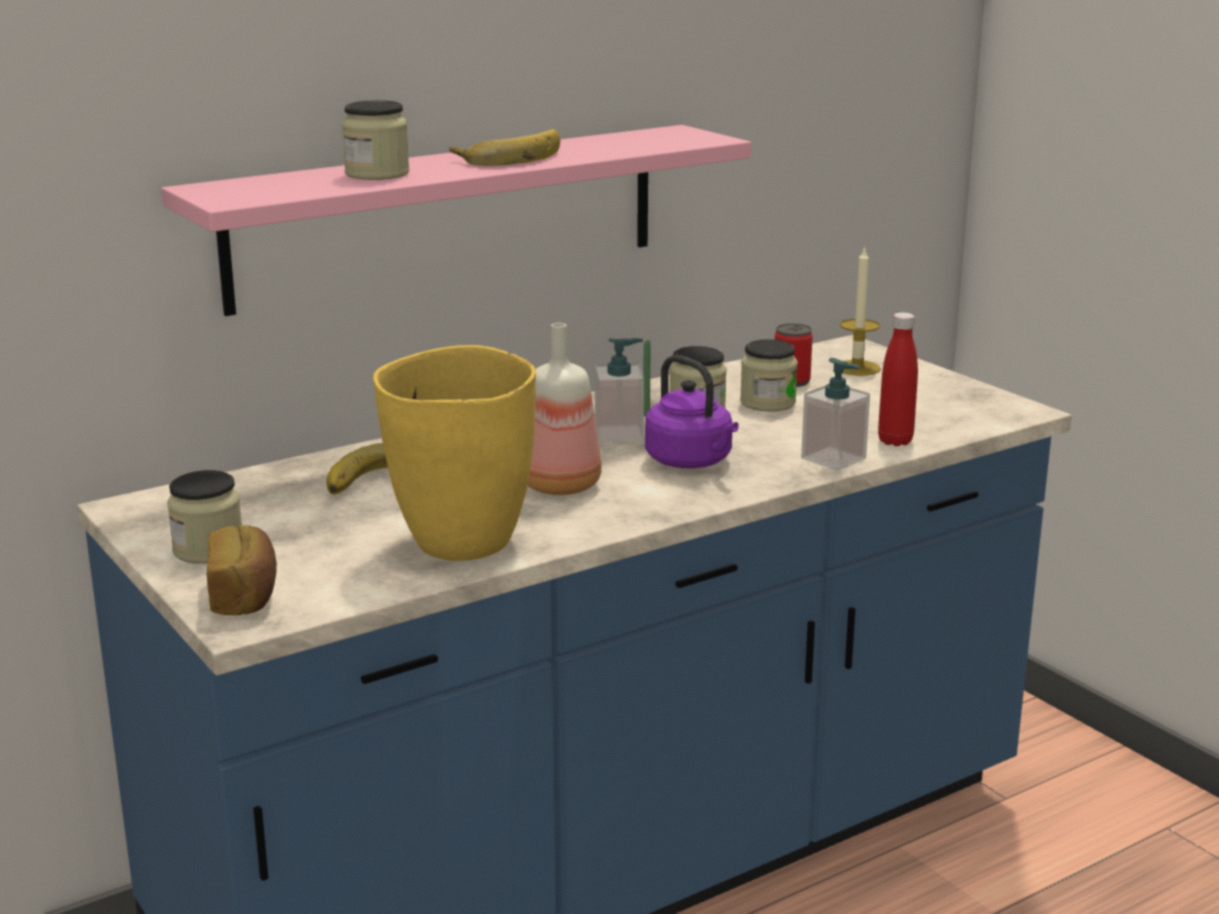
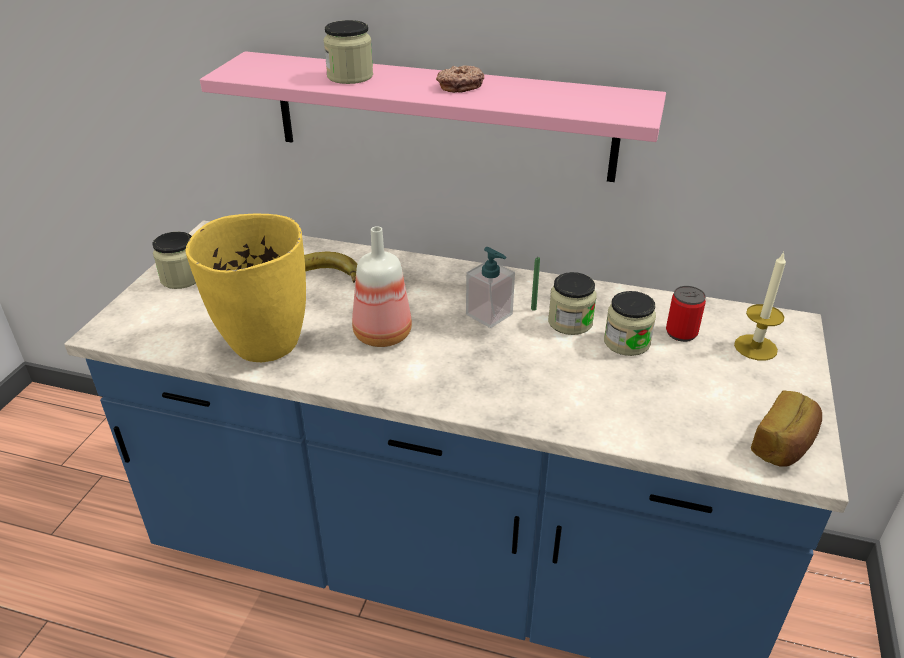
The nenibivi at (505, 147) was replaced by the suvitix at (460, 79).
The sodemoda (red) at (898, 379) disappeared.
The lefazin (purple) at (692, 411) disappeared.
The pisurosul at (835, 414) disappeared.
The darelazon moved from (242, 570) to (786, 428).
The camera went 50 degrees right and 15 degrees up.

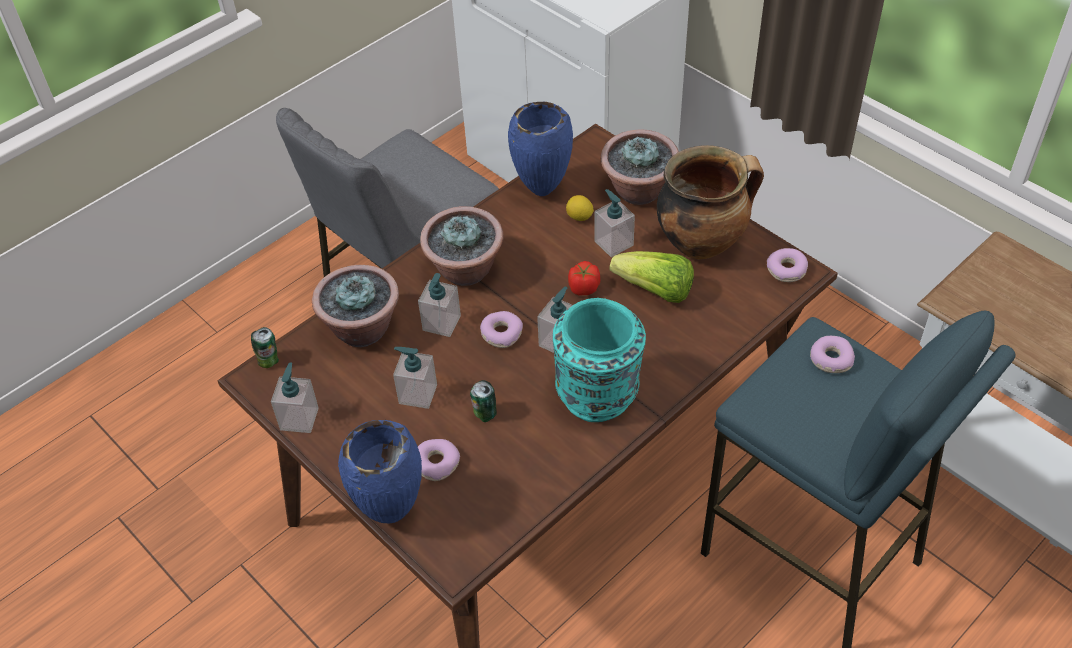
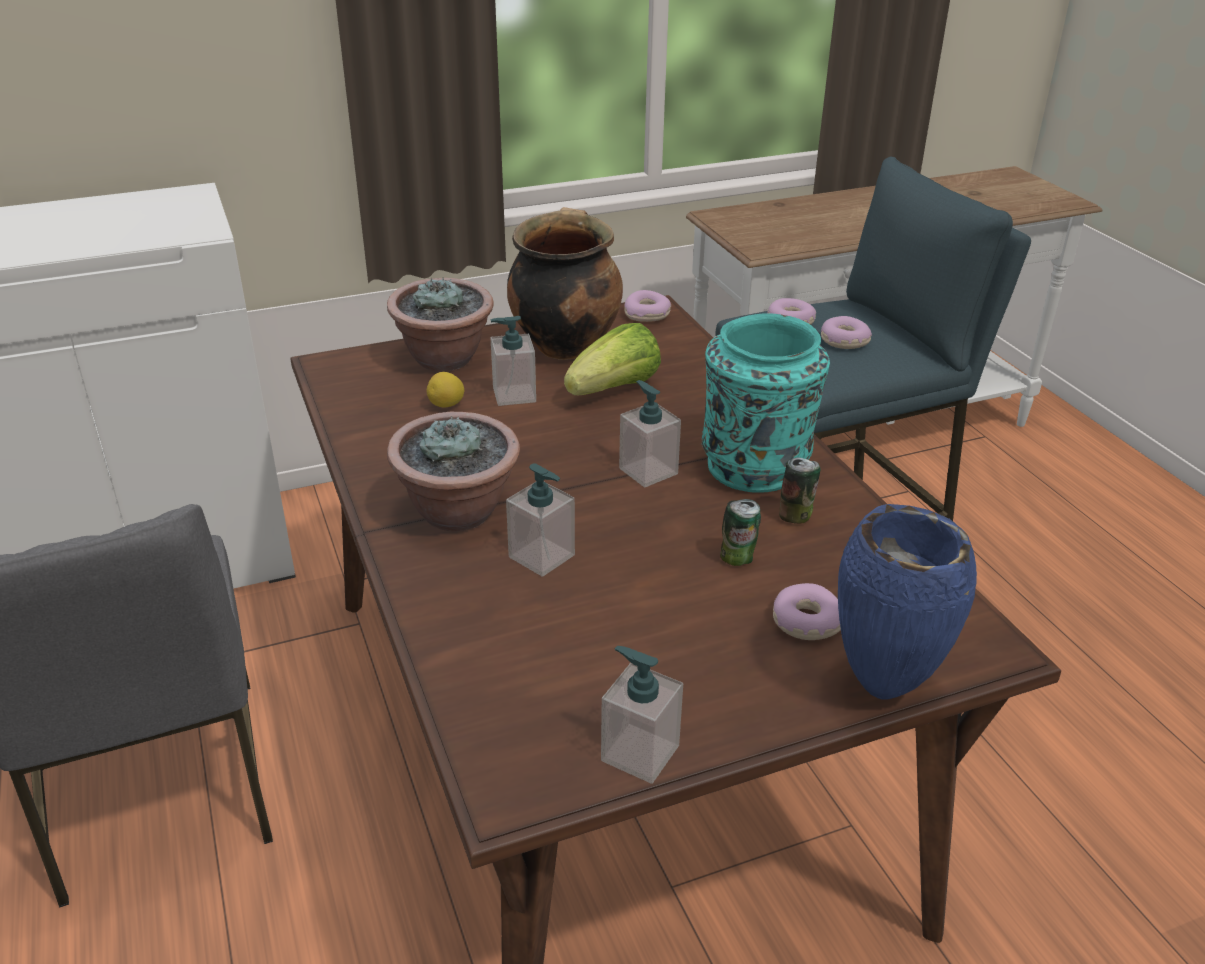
The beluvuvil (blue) at (540, 149) disappeared.
The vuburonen at (584, 278) disappeared.
The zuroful at (355, 306) disappeared.
The suvitix moved from (501, 329) to (846, 332).
The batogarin moved from (265, 347) to (799, 490).
The pisurosul at (415, 378) disappeared.
The camera went 70 degrees left and 15 degrees down.

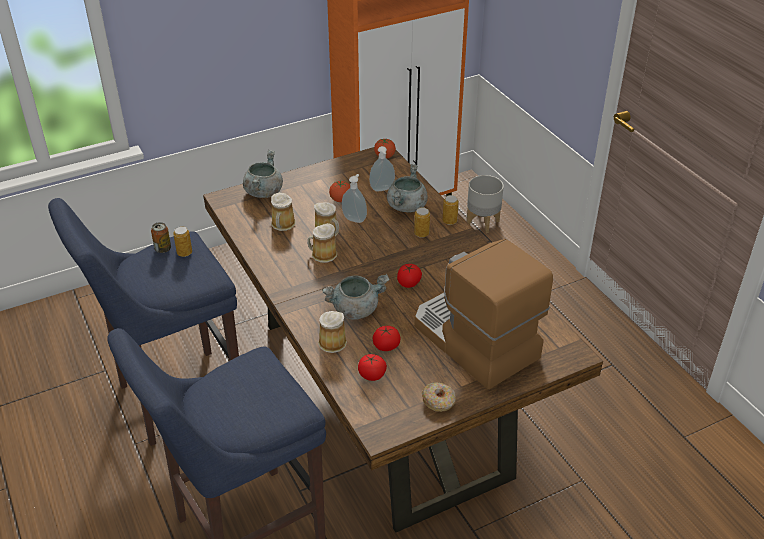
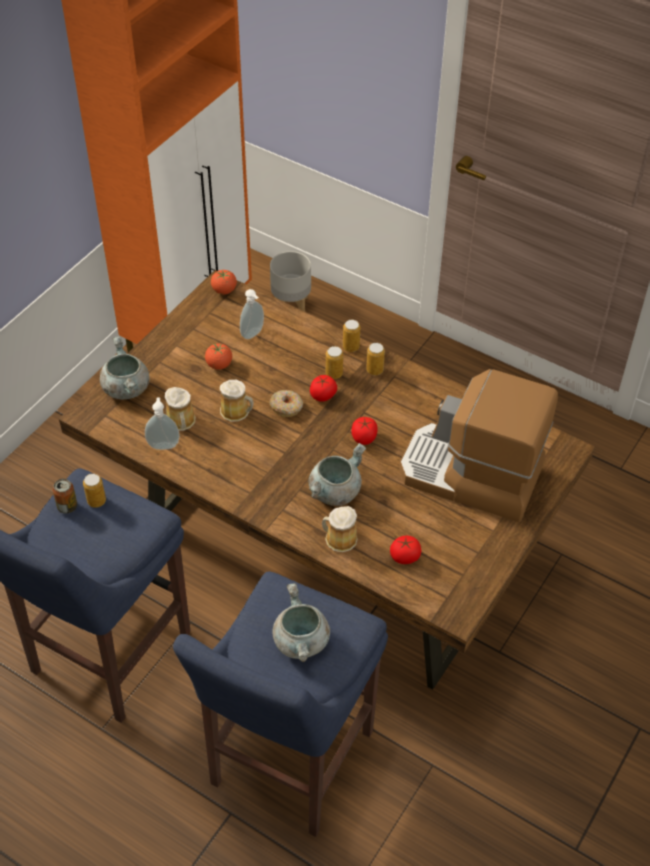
The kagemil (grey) moved from (407, 188) to (301, 622).
The pisurosul moved from (354, 198) to (162, 423).
The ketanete at (322, 243) disappeared.
The vuburonen moved from (386, 338) to (323, 388).
The suvitix moved from (439, 397) to (286, 403).
The batogarin at (375, 359) appeared.
The camera went 30 degrees left and 10 degrees up.

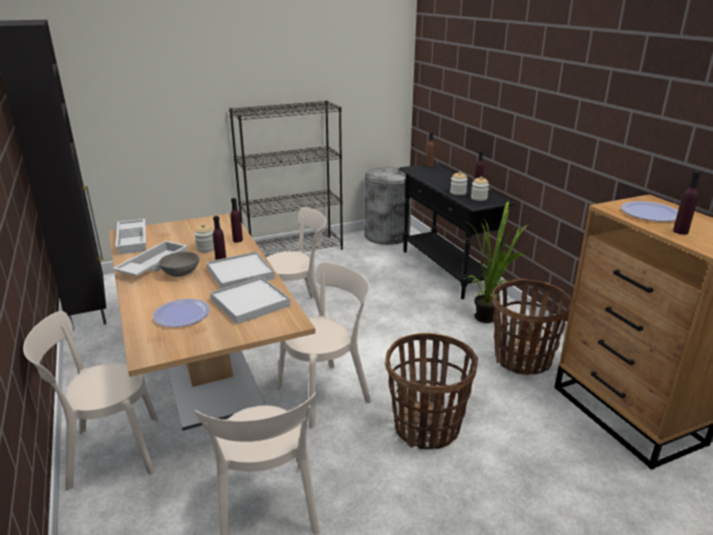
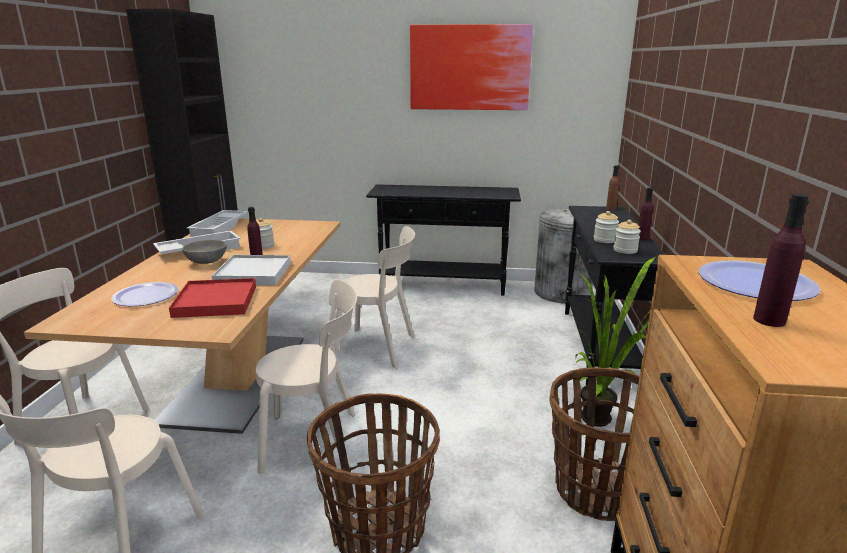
The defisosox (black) at (286, 178) was replaced by the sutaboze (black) at (443, 240).
The sodemoda (purple) at (236, 220) disappeared.
The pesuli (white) at (250, 300) became the pesuli (red) at (212, 298).
The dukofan at (471, 67) appeared.
The camera went 30 degrees right and 5 degrees down.

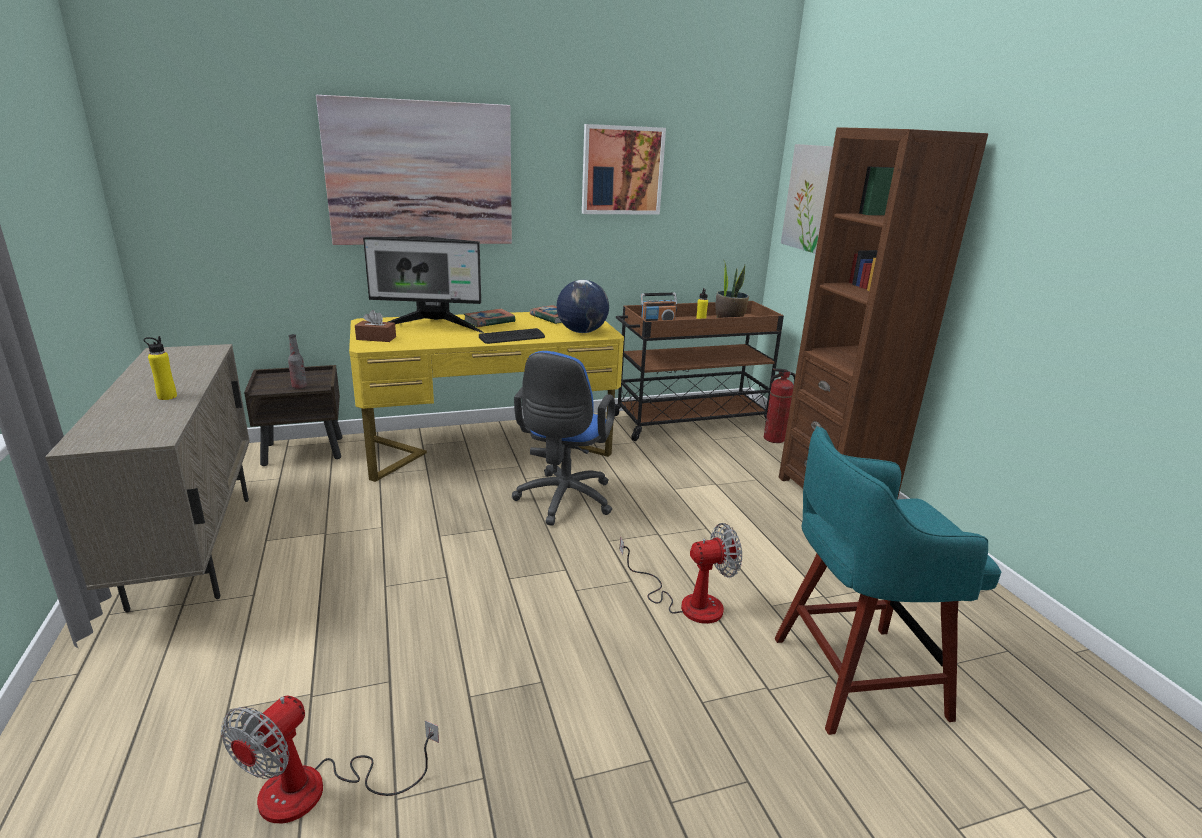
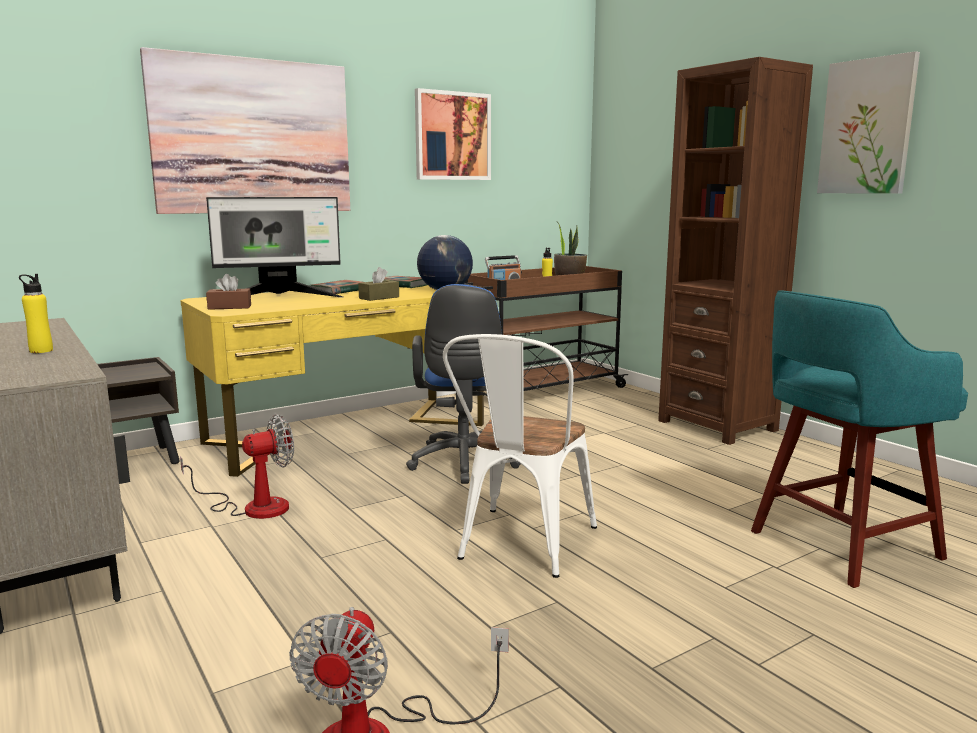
The dukofan moved from (807, 199) to (868, 122).
The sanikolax at (512, 336) was replaced by the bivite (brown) at (378, 284).
The sodemoda at (297, 361) disappeared.
The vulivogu at (779, 405) disappeared.
The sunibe moved from (681, 573) to (237, 466).
The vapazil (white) at (520, 456) appeared.
The camera went 15 degrees left and 10 degrees down.

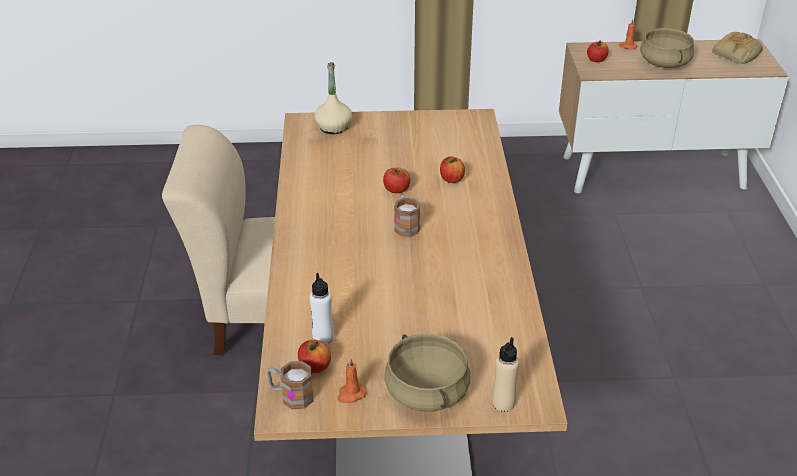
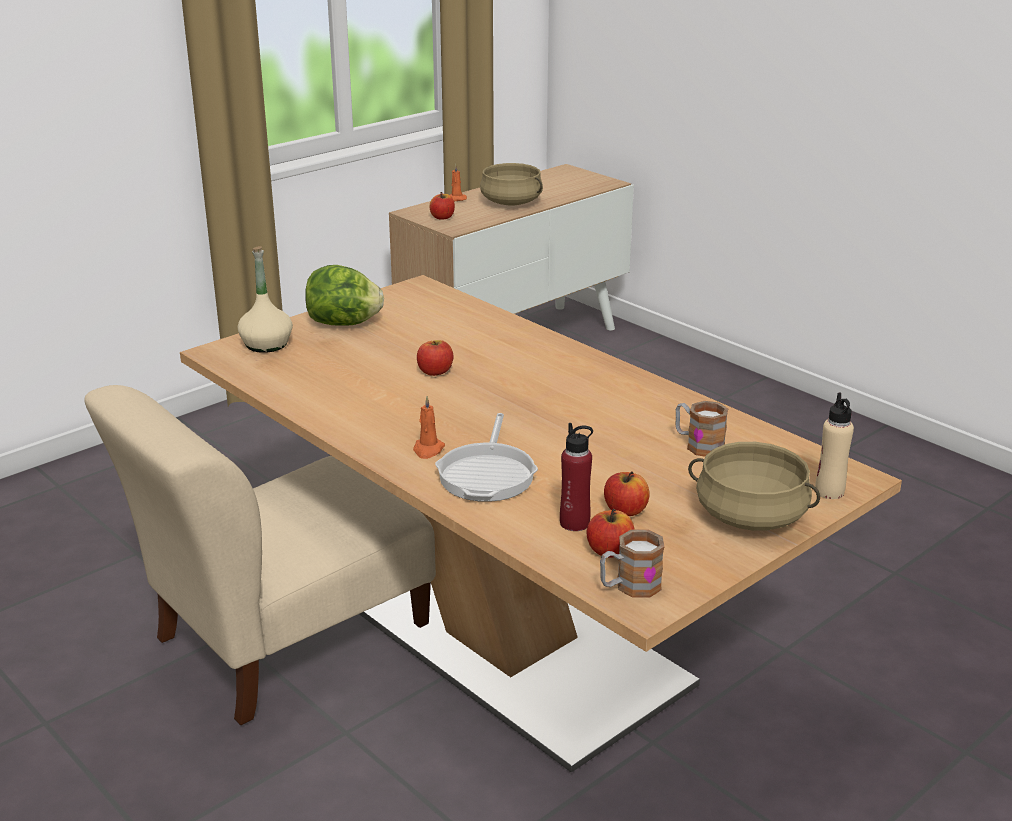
The darelazon at (737, 48) disappeared.
The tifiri moved from (452, 170) to (626, 493).
The ketanete moved from (407, 215) to (702, 429).
The sodemoda (white) at (322, 308) became the sodemoda (red) at (576, 477).
The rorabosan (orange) moved from (351, 380) to (429, 427).
The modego at (344, 295) appeared.
The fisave at (486, 457) appeared.
The camera went 40 degrees left and 10 degrees down.

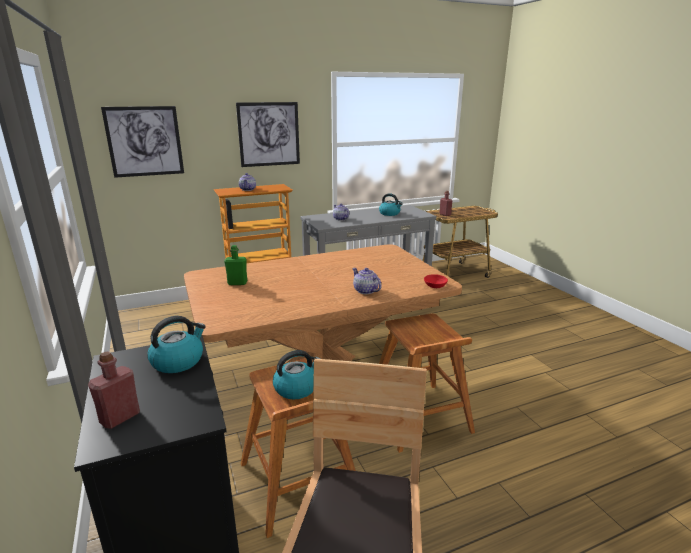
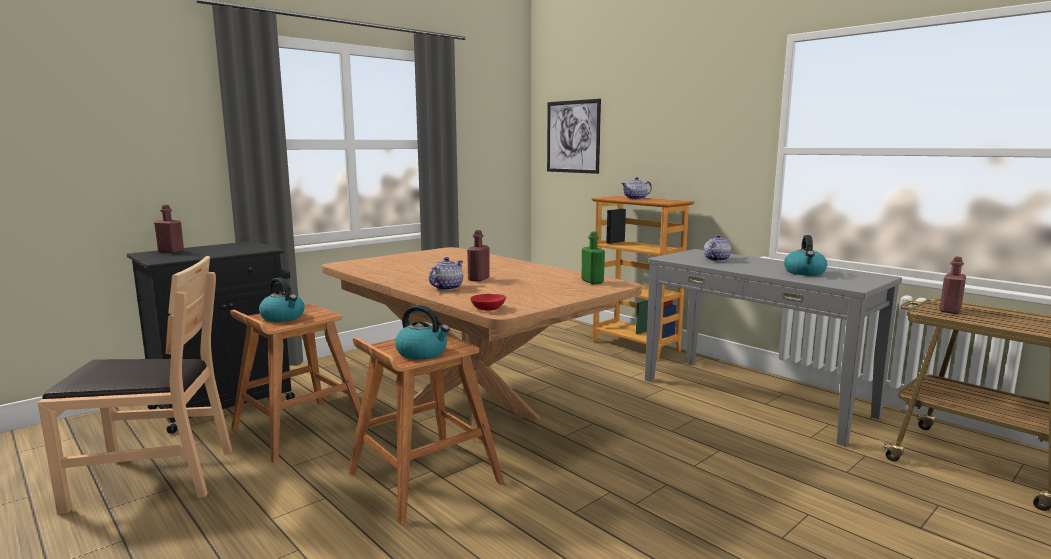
The dukofan at (268, 134) disappeared.
The sodemoda (green) moved from (235, 265) to (593, 258).
The lefazin moved from (177, 344) to (422, 332).
The sodemoda (red) at (478, 256) appeared.
The camera went 70 degrees right and 10 degrees down.

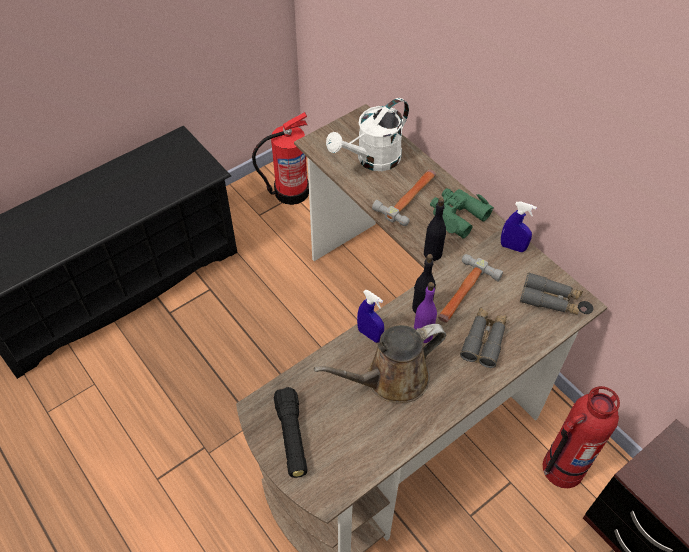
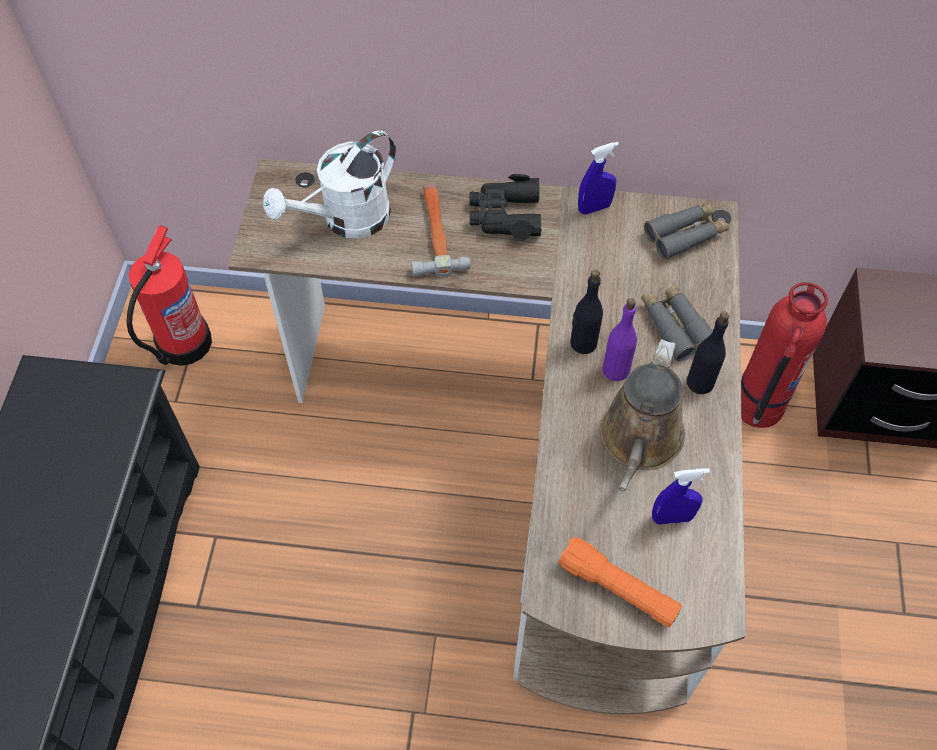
The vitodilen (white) at (367, 134) turned 45 degrees clockwise.
The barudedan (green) at (462, 213) became the barudedan (black) at (506, 207).
The sodemoda (black) moved from (435, 229) to (708, 353).
The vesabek at (470, 288) disappeared.
The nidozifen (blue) moved from (370, 316) to (681, 496).
The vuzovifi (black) at (291, 432) became the vuzovifi (orange) at (620, 582).
The camera went 45 degrees left and 5 degrees up.

